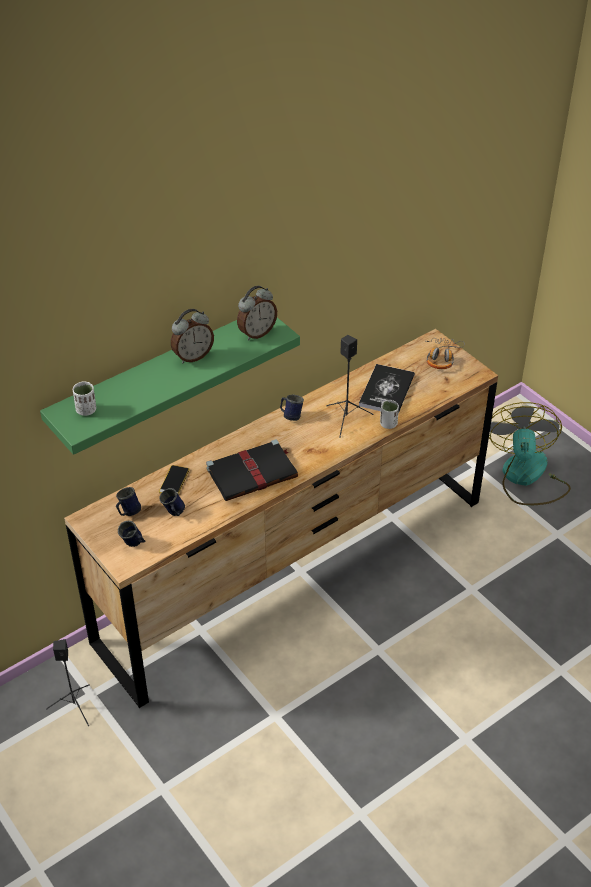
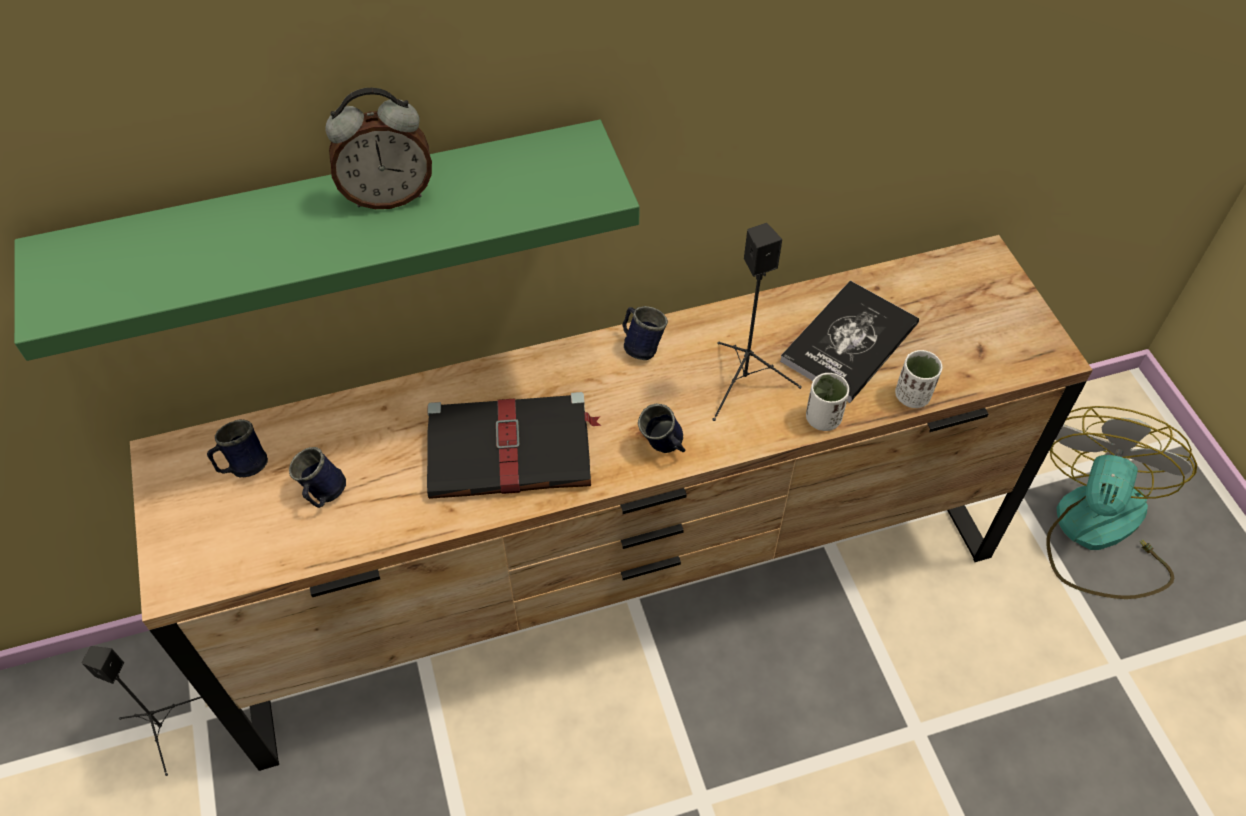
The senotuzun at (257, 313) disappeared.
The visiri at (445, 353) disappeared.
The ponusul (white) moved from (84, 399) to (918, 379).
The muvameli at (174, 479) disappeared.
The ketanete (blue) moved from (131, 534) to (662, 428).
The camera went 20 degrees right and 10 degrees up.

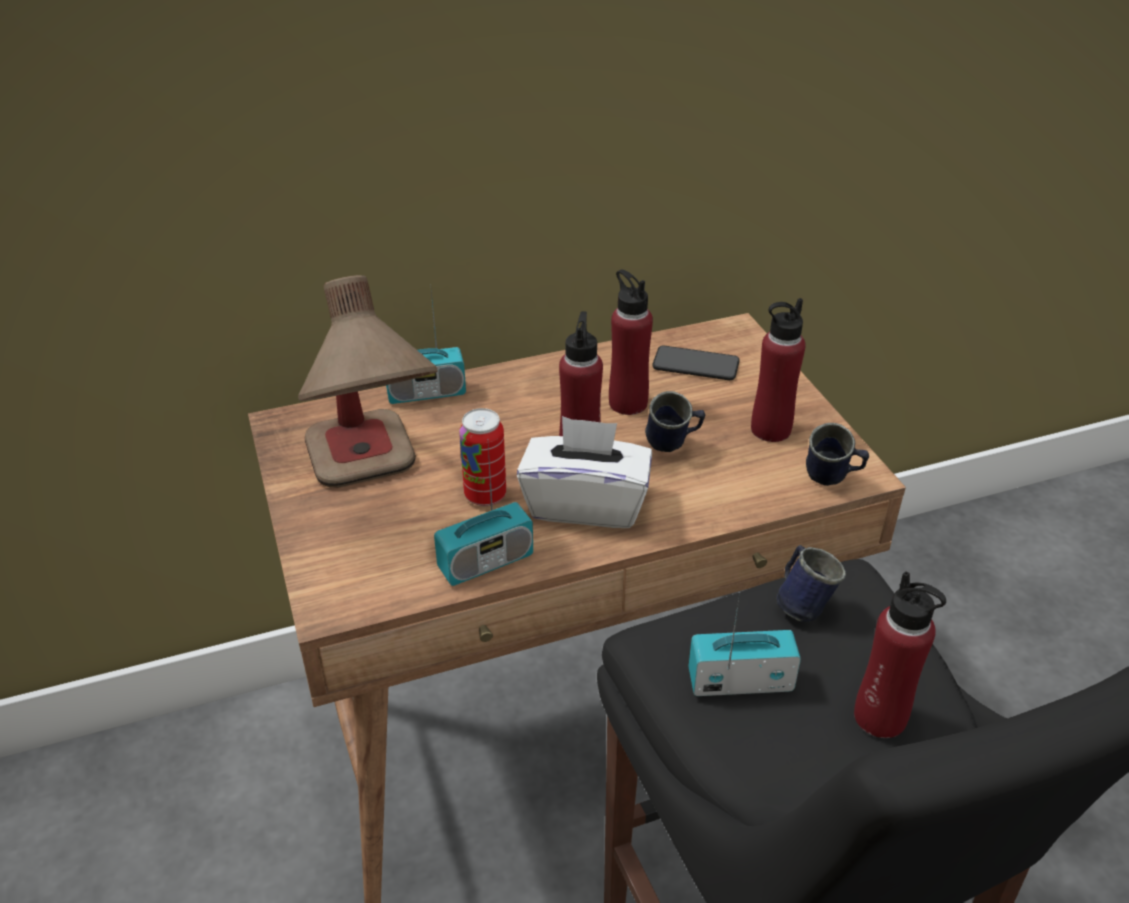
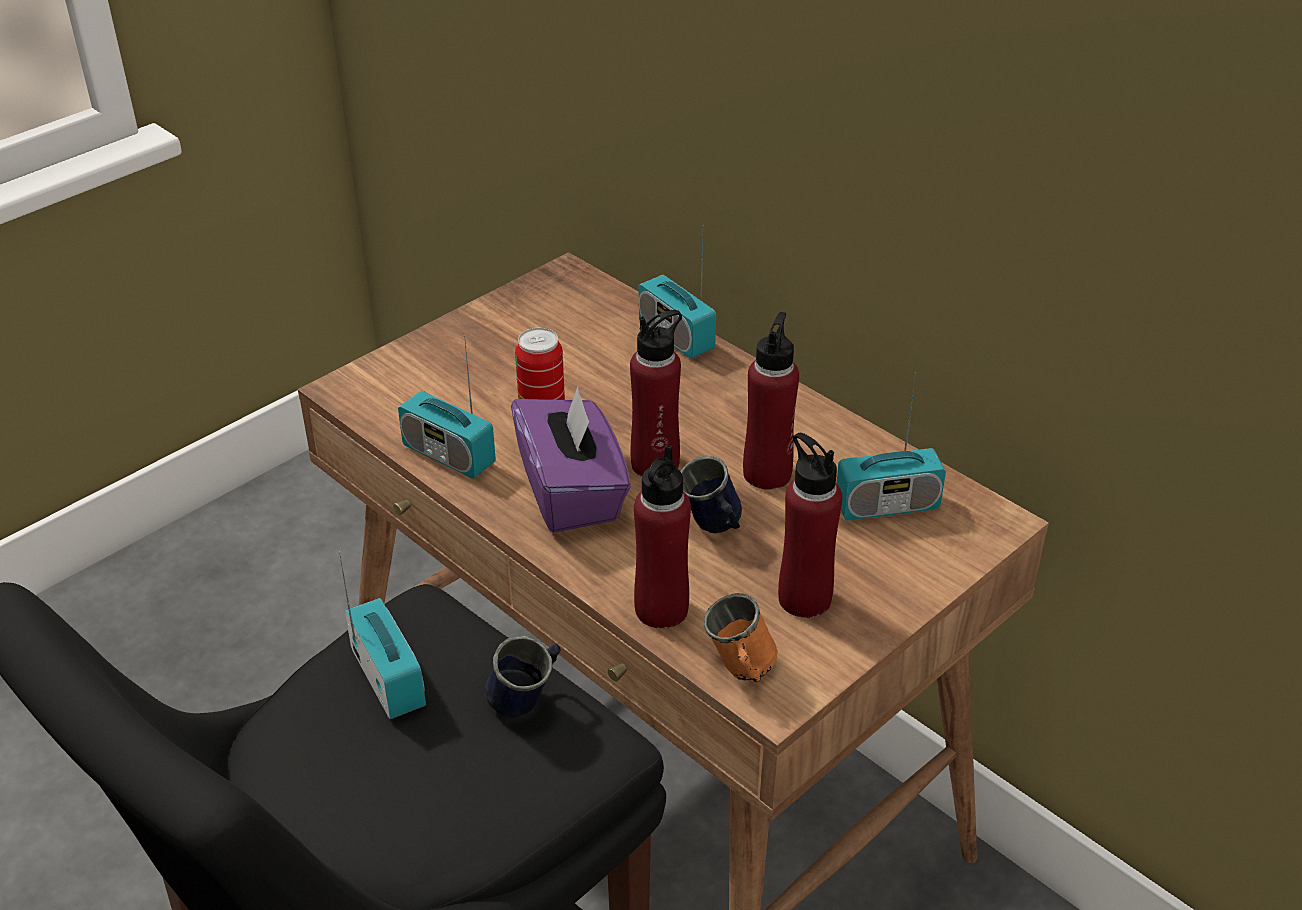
The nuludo at (368, 381) disappeared.
The muvameli at (696, 363) was replaced by the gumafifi at (891, 446).
The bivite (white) at (584, 472) became the bivite (purple) at (571, 460).
The ketanete (blue) at (837, 454) became the ketanete (orange) at (741, 637).
The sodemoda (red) moved from (900, 654) to (662, 537).
The camera went 65 degrees right and 0 degrees up.

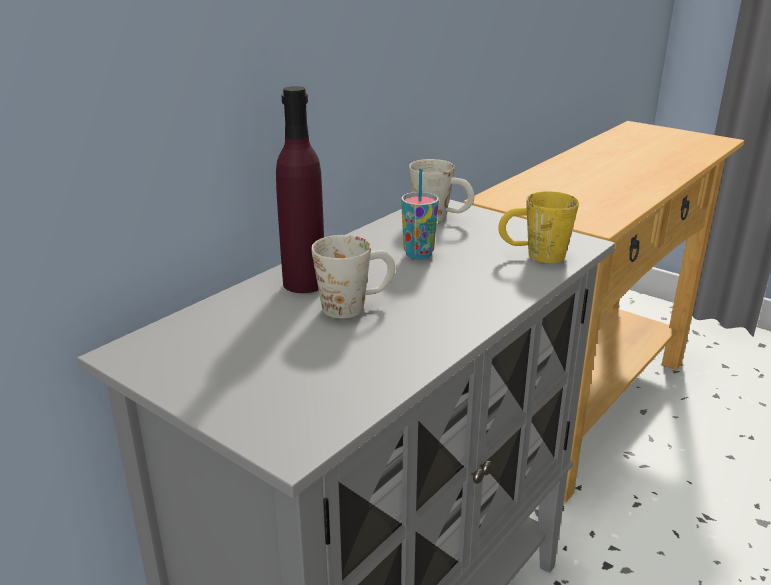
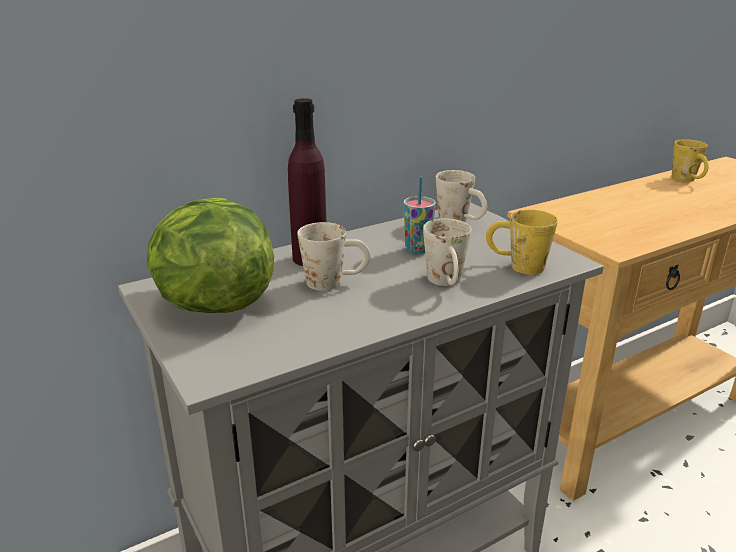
The ketanete (yellow) at (690, 160) appeared.
The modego at (210, 255) appeared.
The ketanete (white) at (447, 252) appeared.
The camera went 20 degrees right and 0 degrees up.

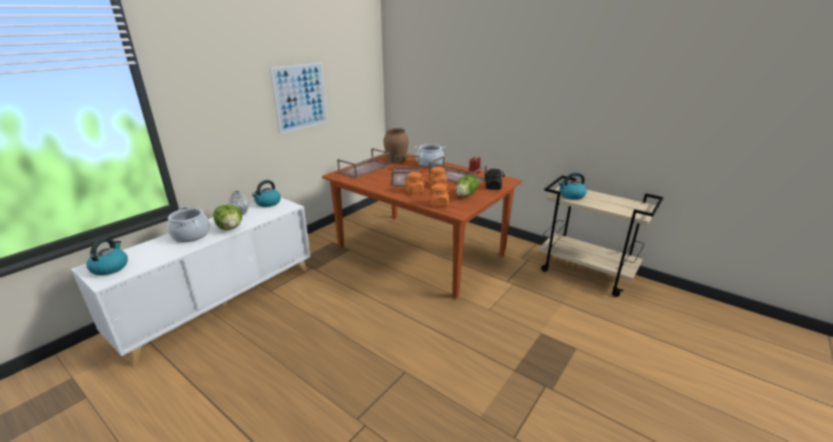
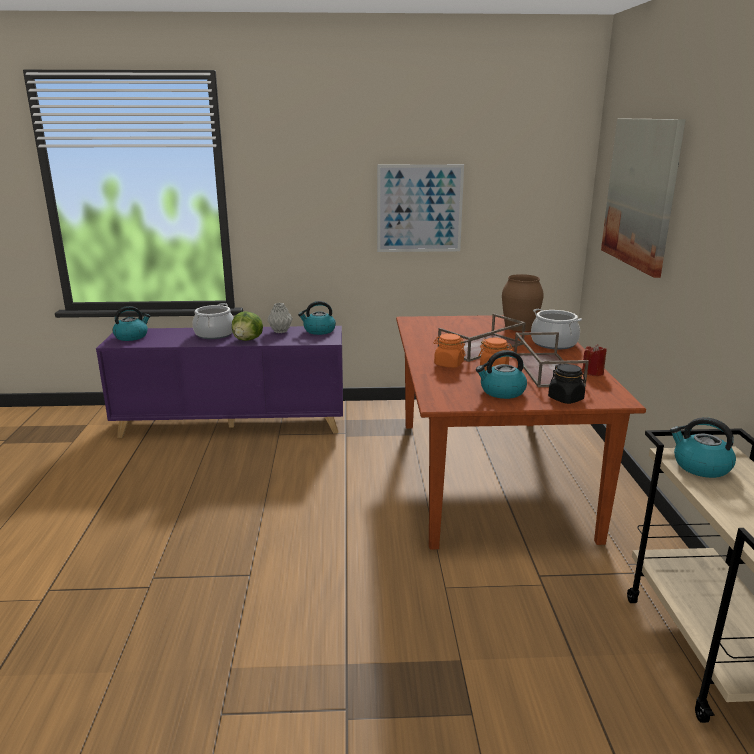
The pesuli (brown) at (363, 163) disappeared.
The modego at (467, 186) was replaced by the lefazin at (501, 374).
The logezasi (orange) at (440, 195) disappeared.
The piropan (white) at (191, 282) became the piropan (purple) at (219, 382).
The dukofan at (643, 198) appeared.
The camera went 50 degrees right and 5 degrees down.

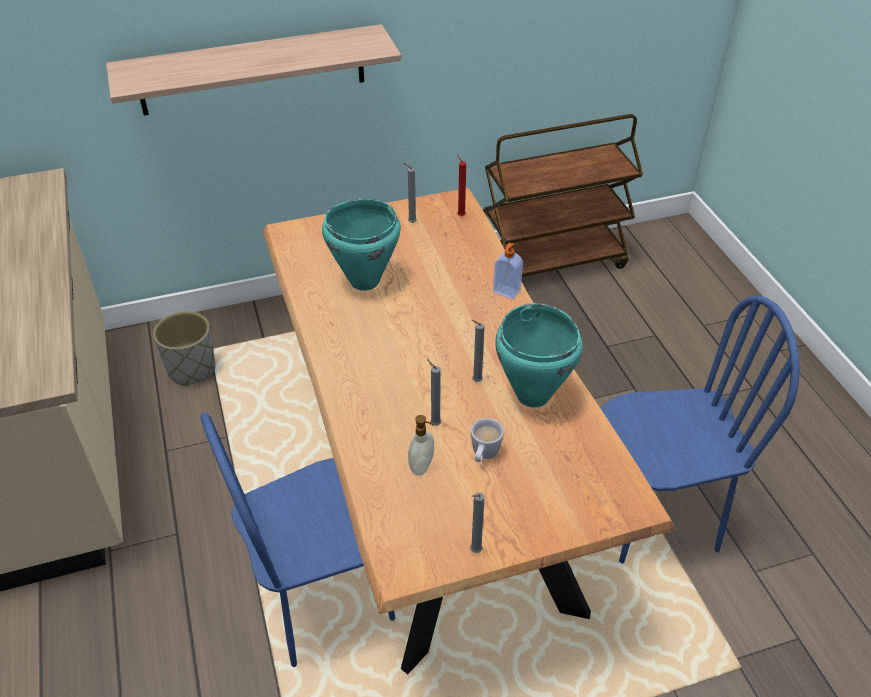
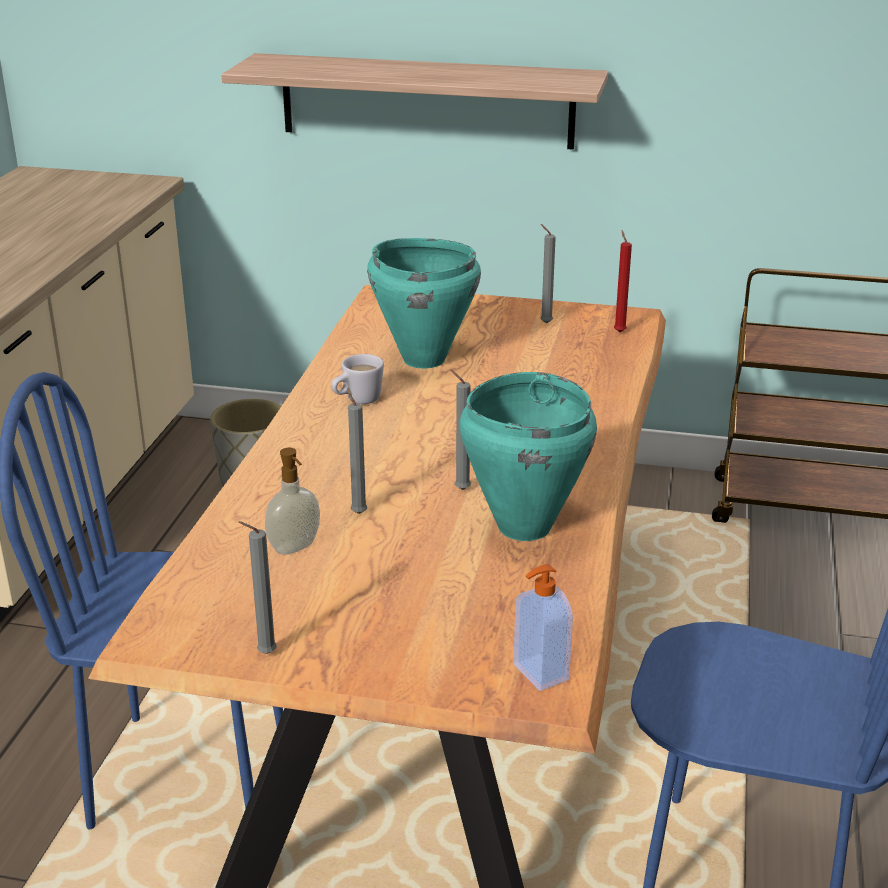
The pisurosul moved from (508, 271) to (543, 627).
The ketanete (white) moved from (487, 440) to (357, 379).
The camera went 30 degrees right and 15 degrees down.

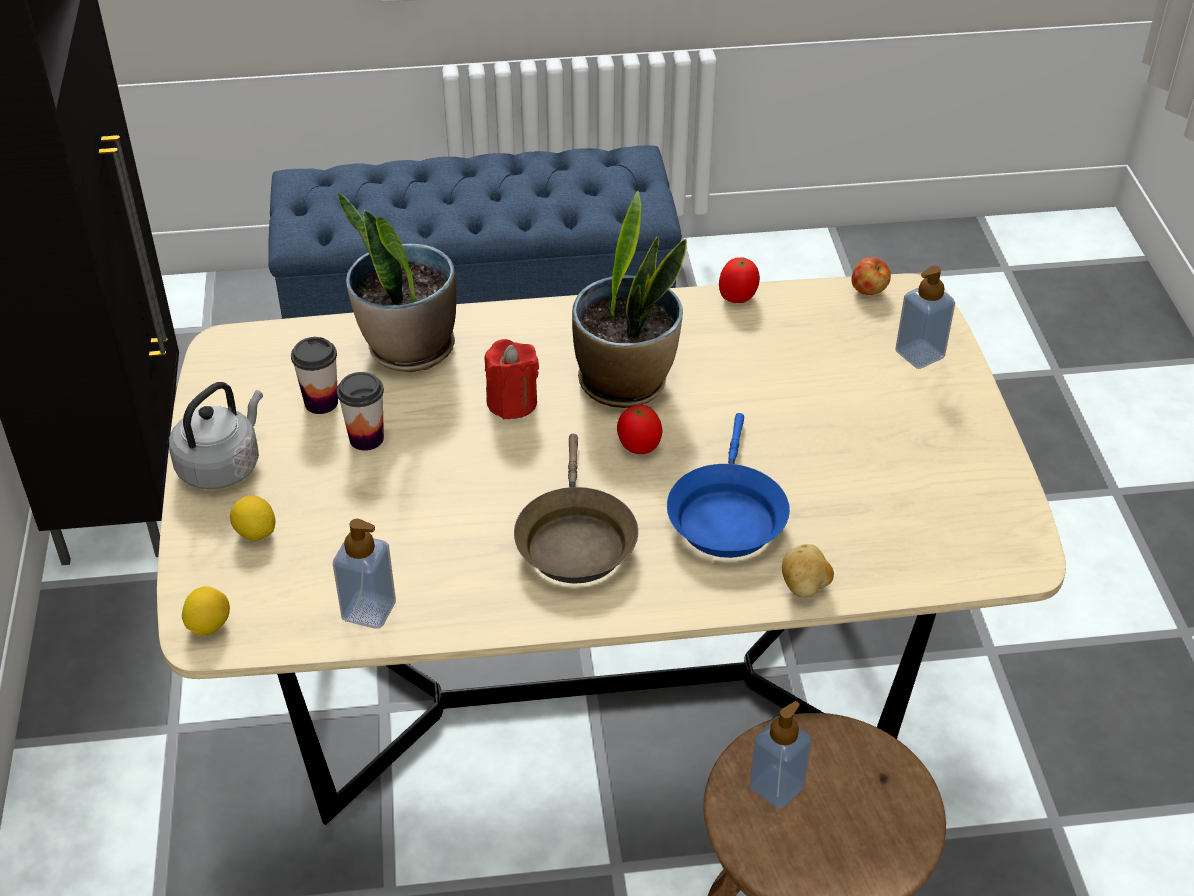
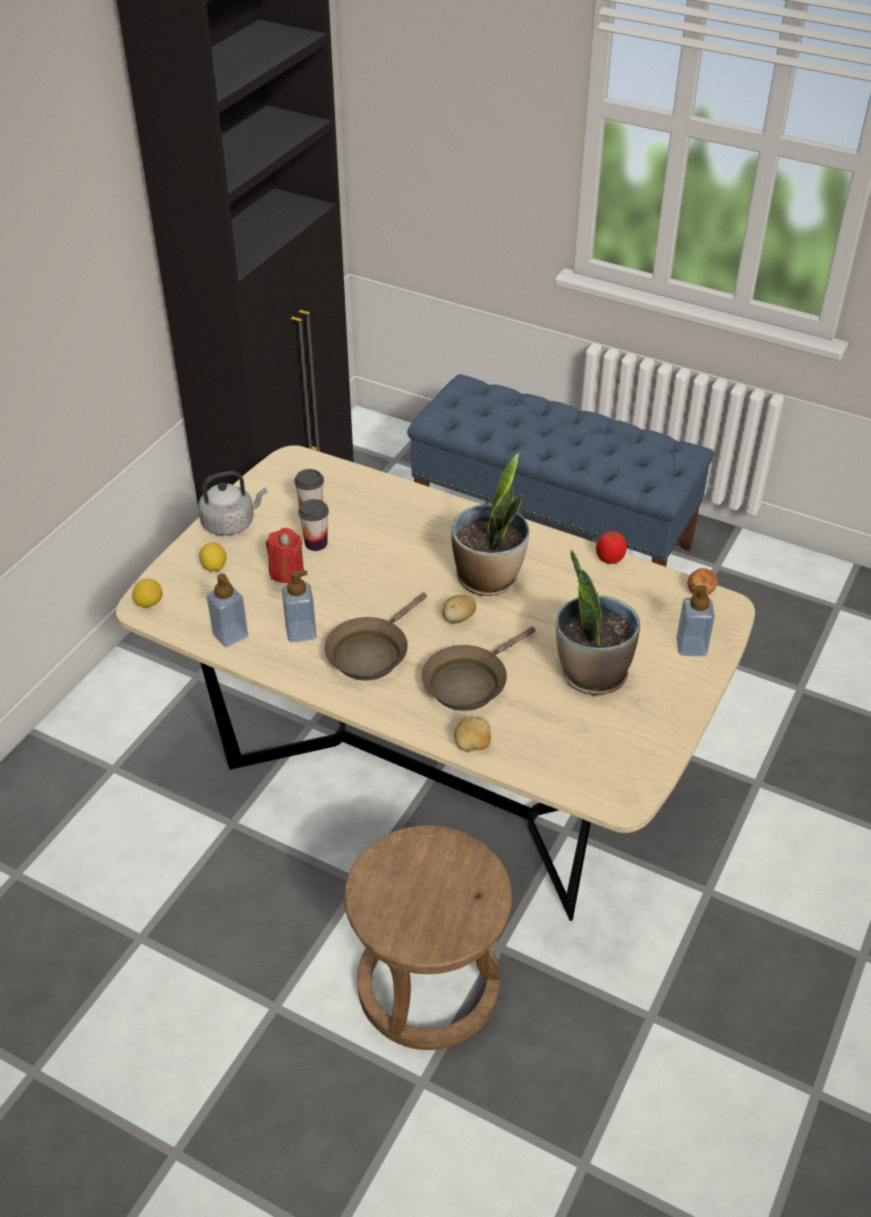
The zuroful moved from (397, 282) to (598, 622).
The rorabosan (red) moved from (512, 379) to (285, 555).
The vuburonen at (640, 429) was replaced by the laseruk at (459, 609).
The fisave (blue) at (728, 485) became the fisave (brown) at (478, 669).
The pisurosul moved from (780, 755) to (299, 606).
The camera went 35 degrees right and 0 degrees up.

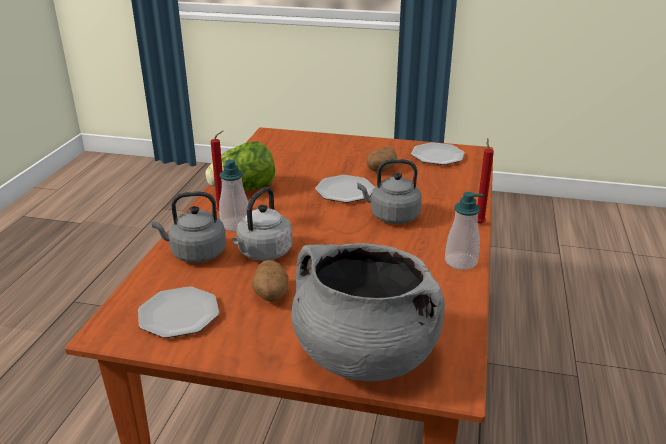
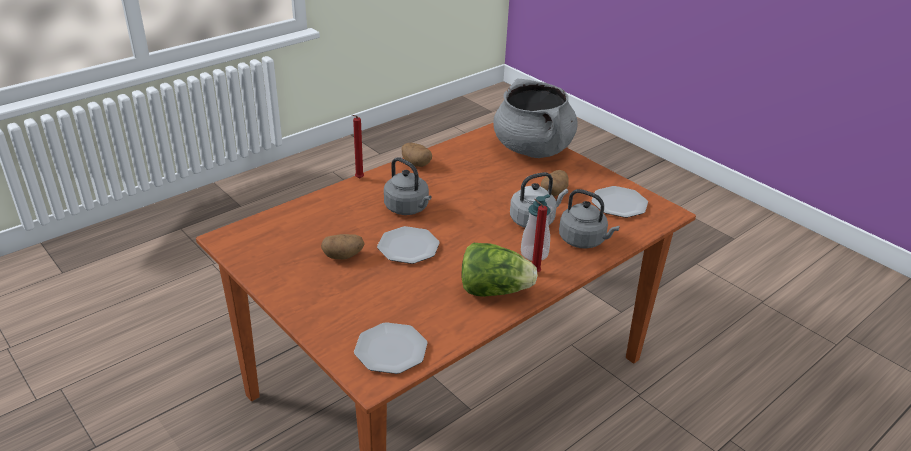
The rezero moved from (438, 153) to (391, 348).
The pisurosul at (464, 231) was replaced by the laseruk at (416, 155).
The camera went 145 degrees left and 5 degrees up.

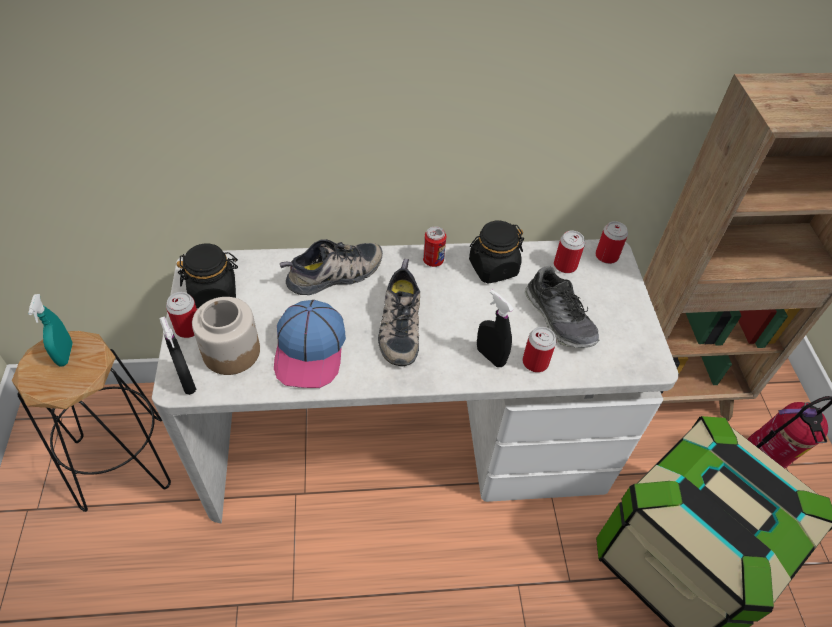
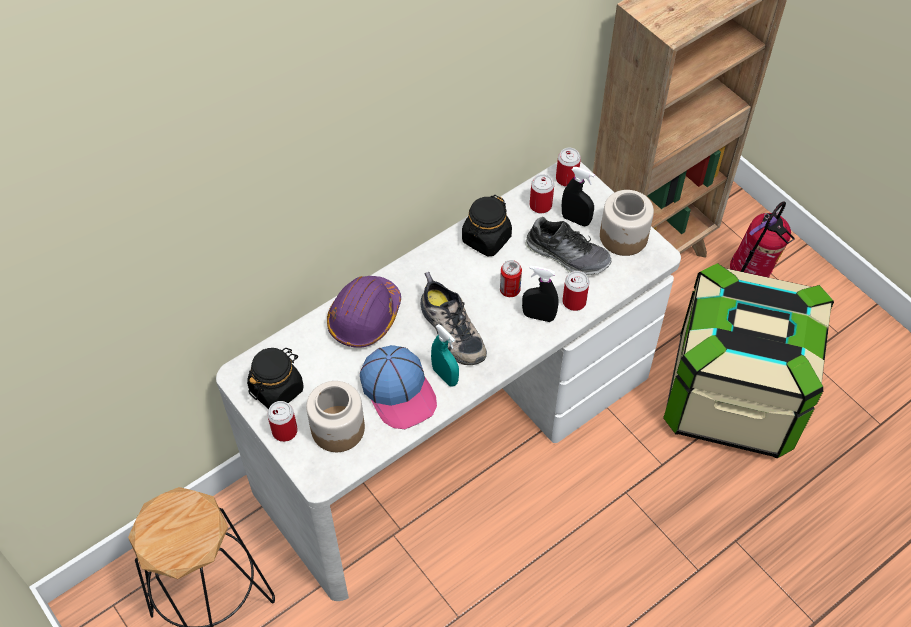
The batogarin moved from (434, 246) to (511, 278).
The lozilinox at (331, 267) was replaced by the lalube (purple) at (364, 312).
The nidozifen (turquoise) moved from (50, 330) to (445, 355).
The nidozifen (black) moved from (177, 355) to (578, 196).
The logezasi at (627, 223) appeared.
The camera went 30 degrees left and 5 degrees up.

